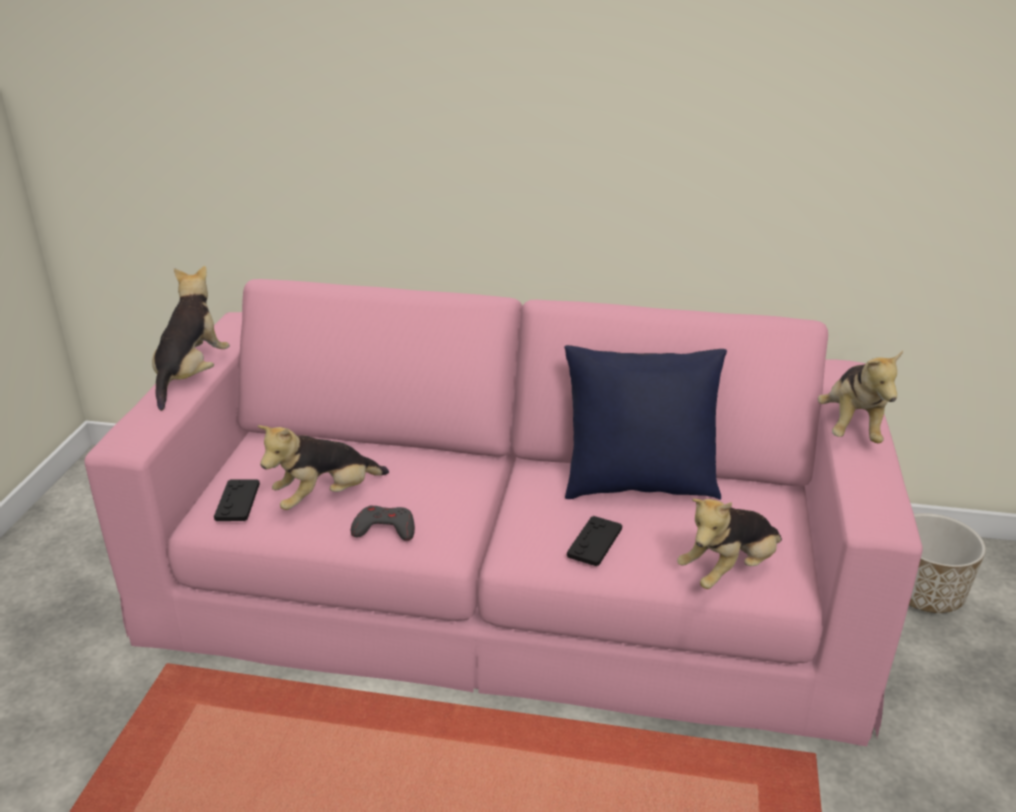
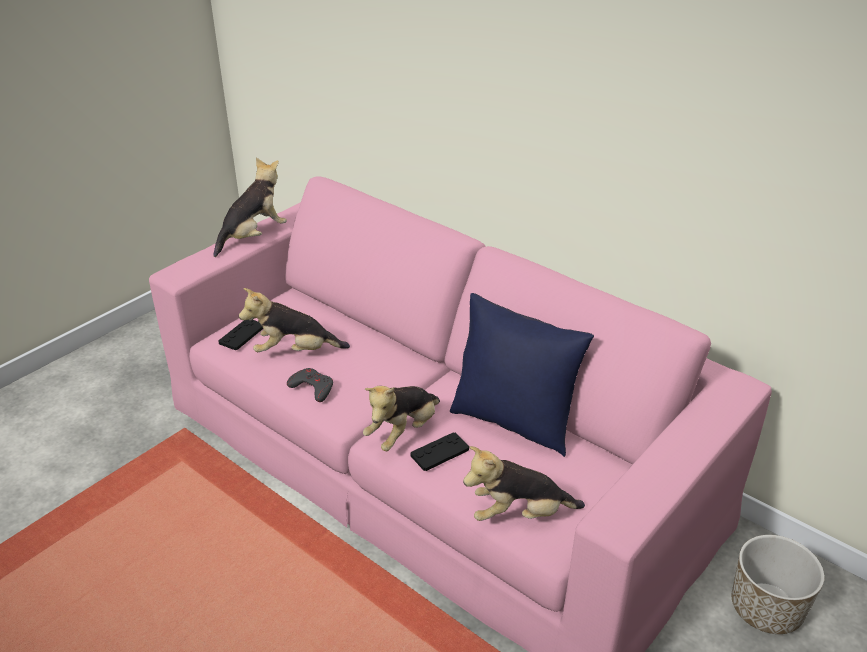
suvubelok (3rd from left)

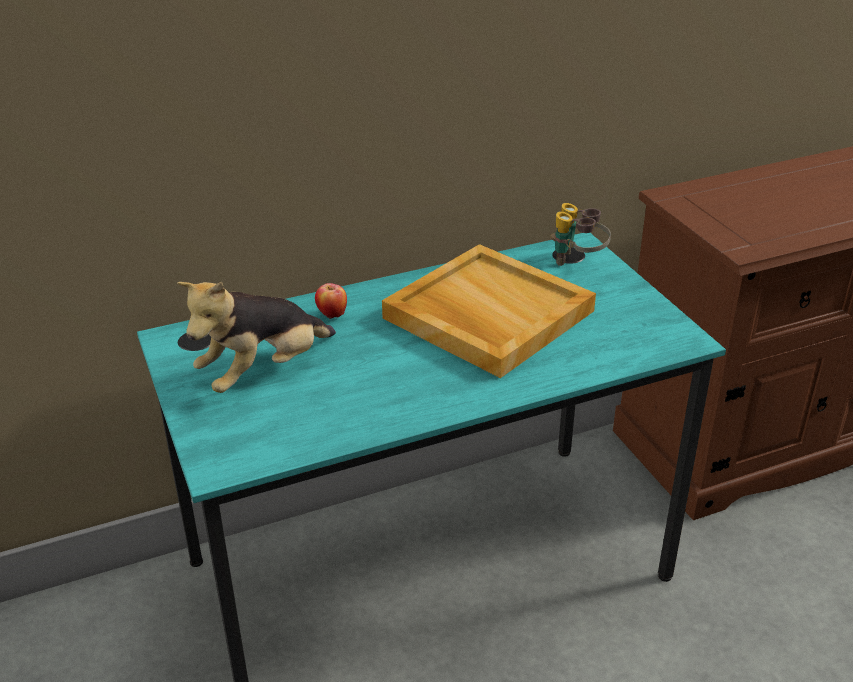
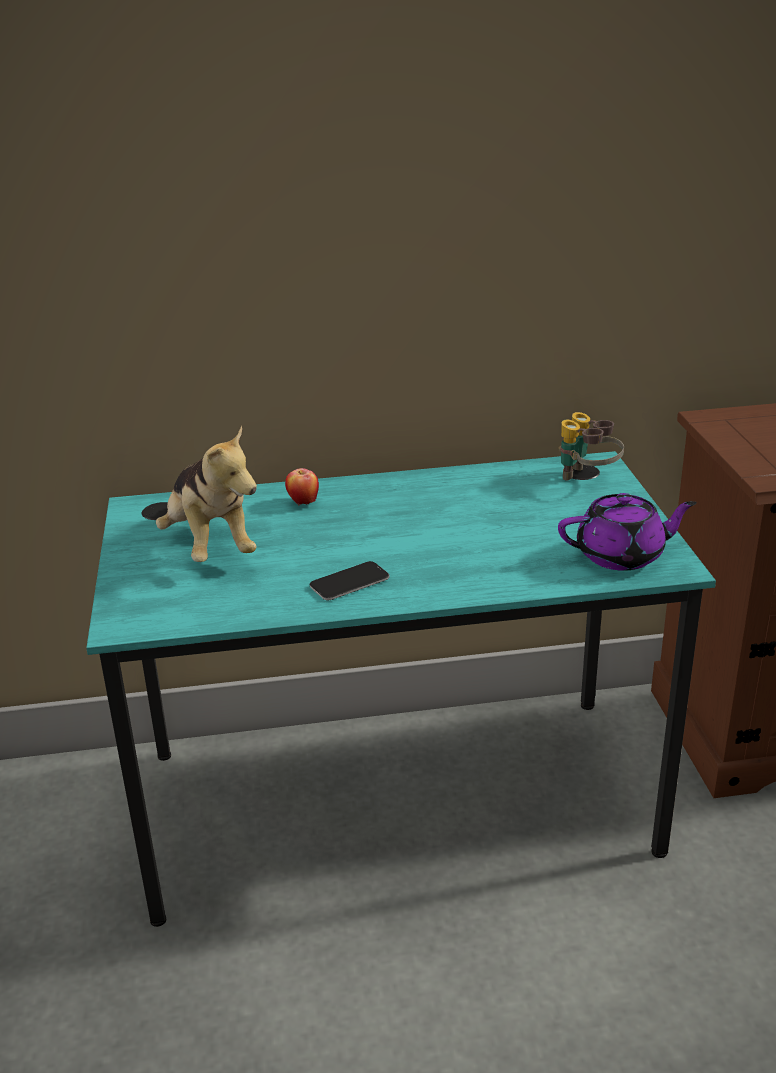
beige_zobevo; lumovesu; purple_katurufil; suvubelok

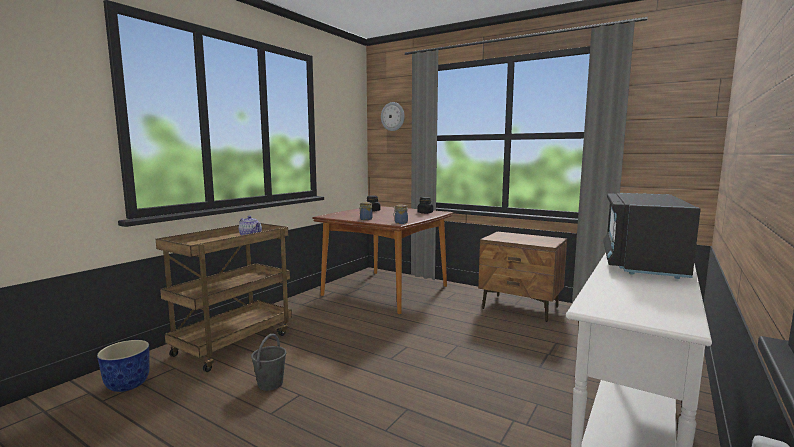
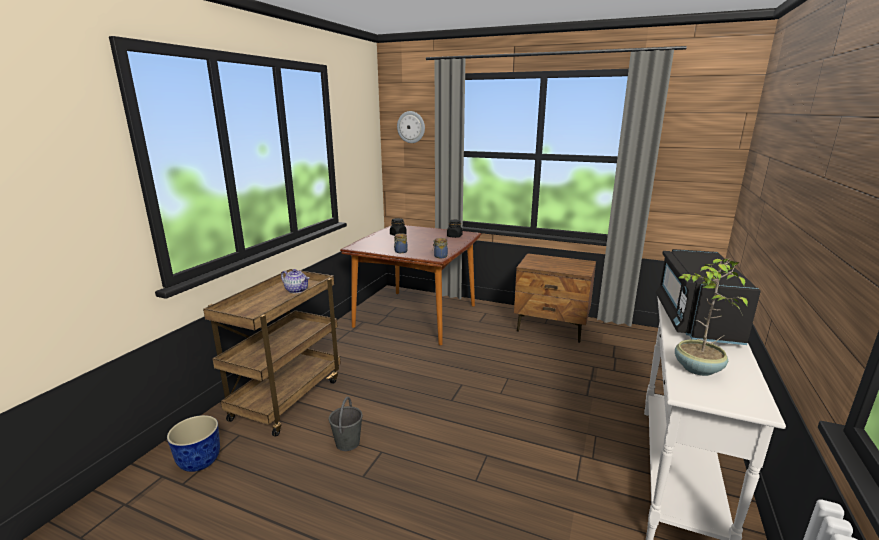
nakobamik

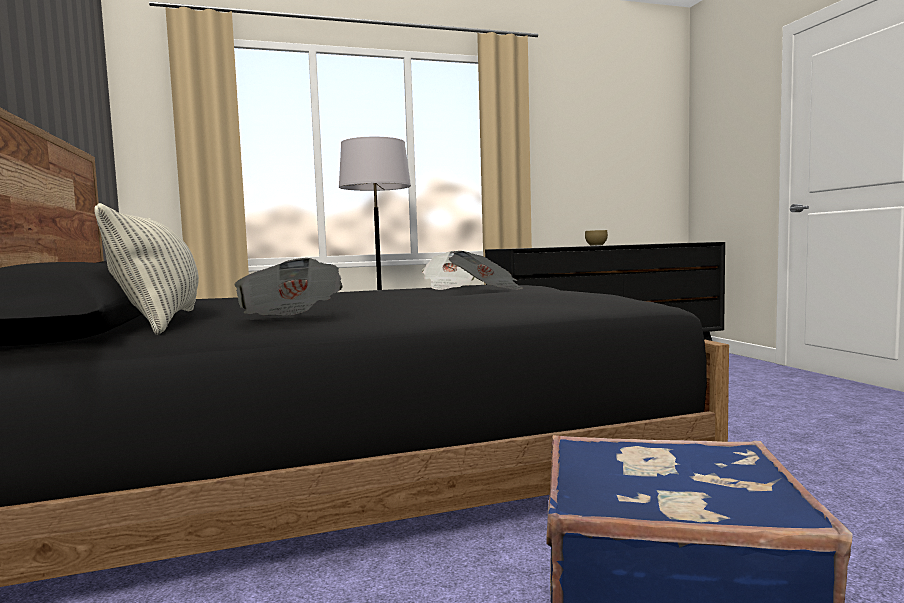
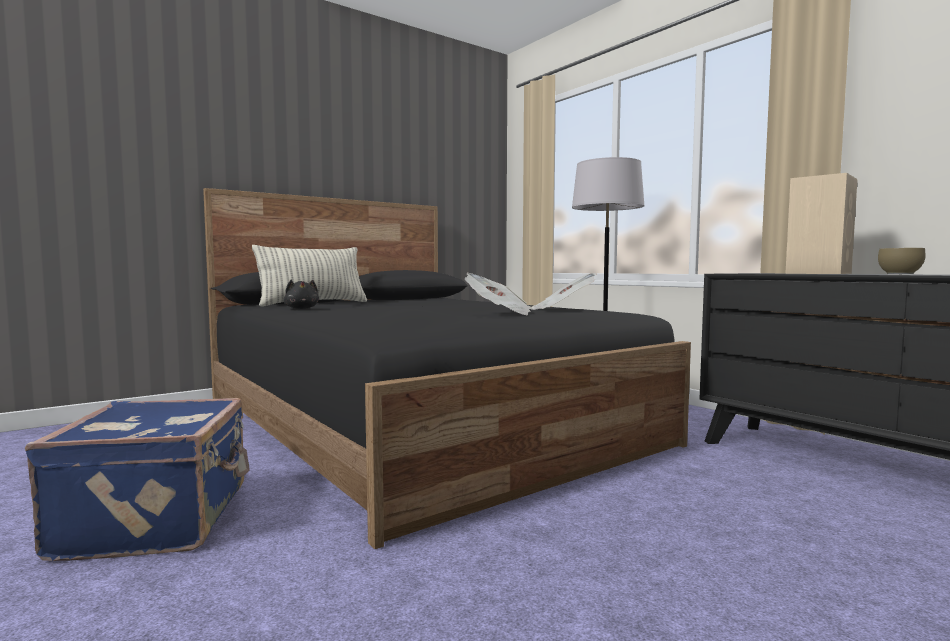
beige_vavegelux; black_suvubelok

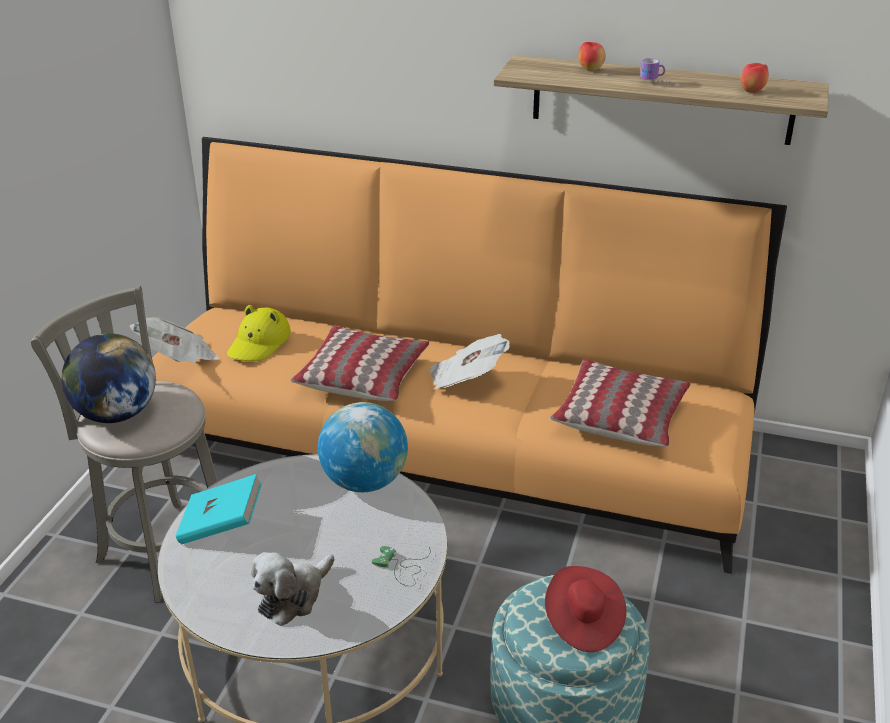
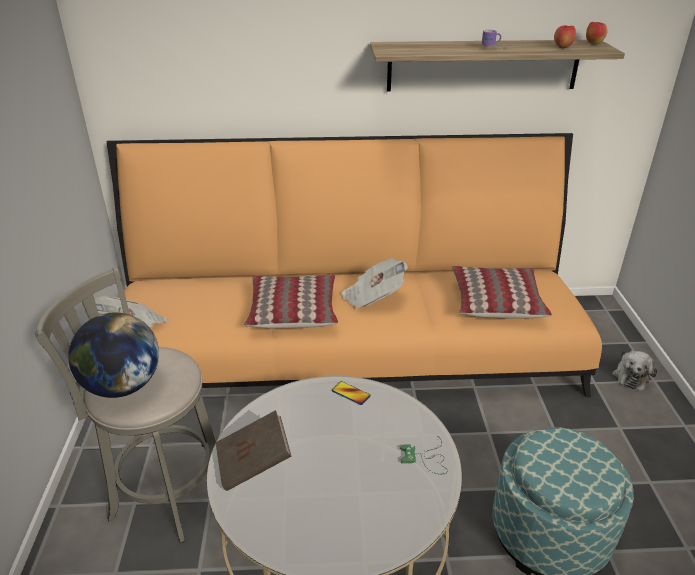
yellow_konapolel; red_konapolel; suvubelok; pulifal (2nd from left); lumovesu; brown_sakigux

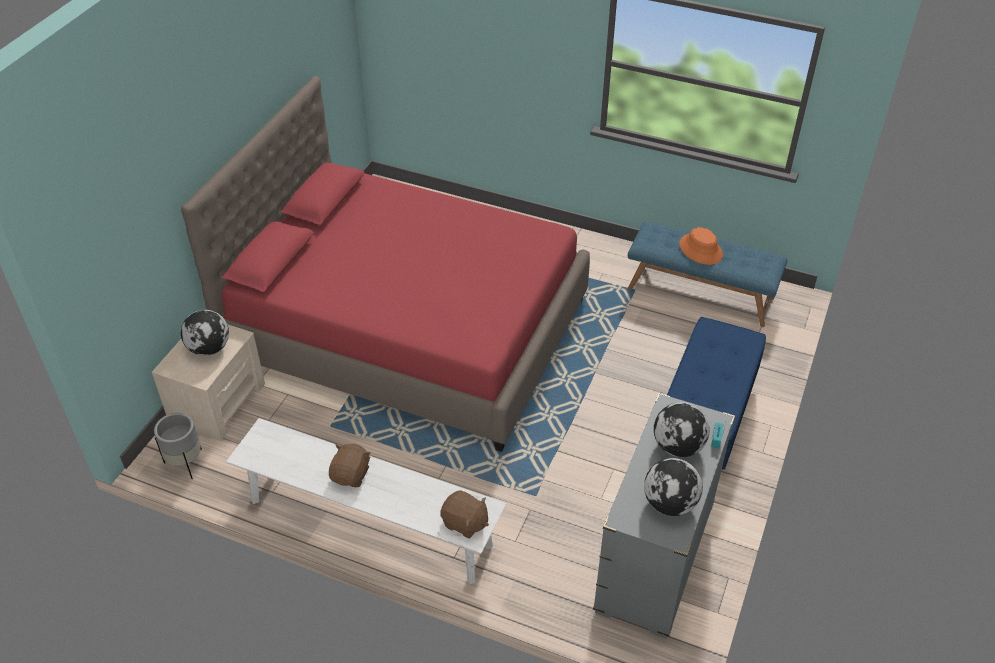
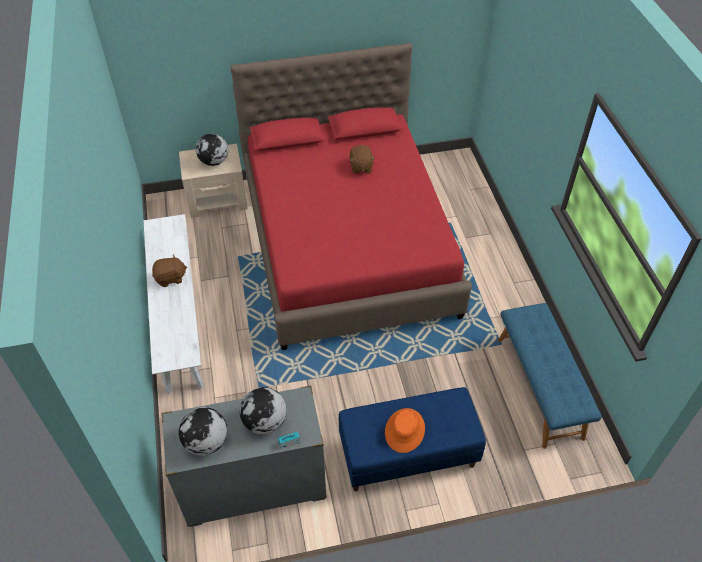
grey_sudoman; brown_suvubelok (2nd from left); orange_konapolel

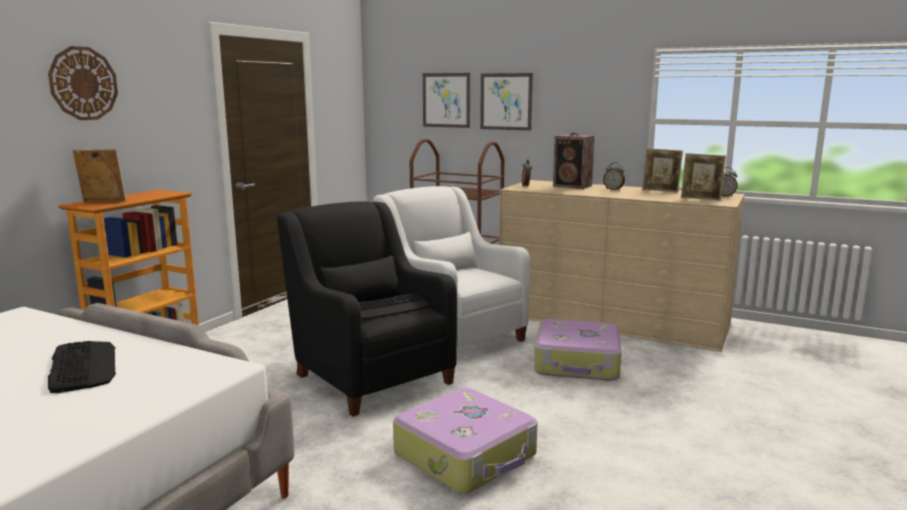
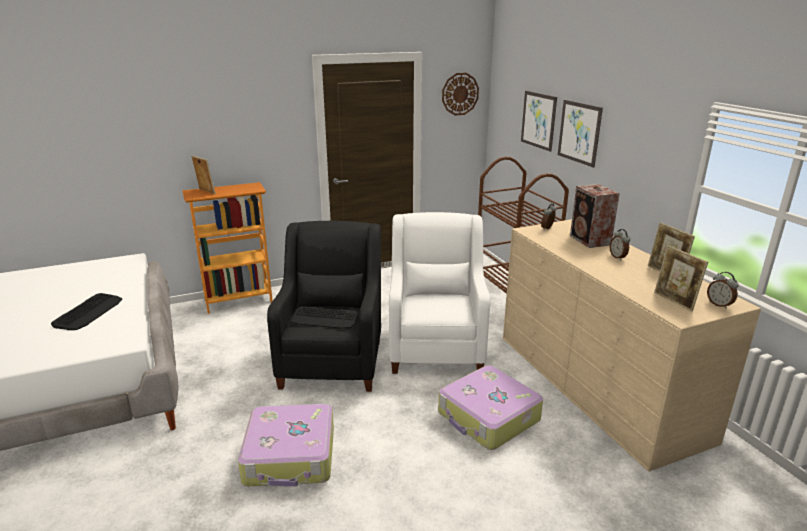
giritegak

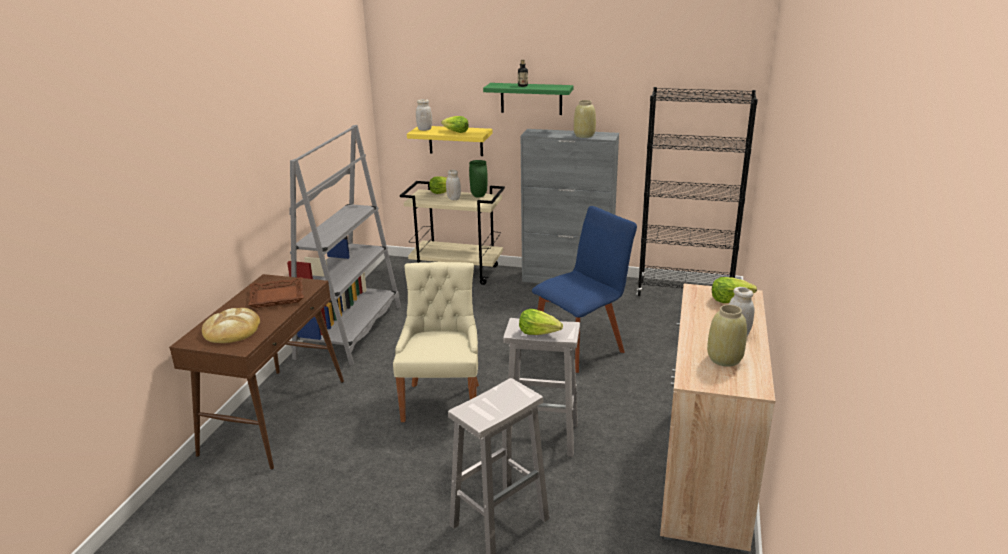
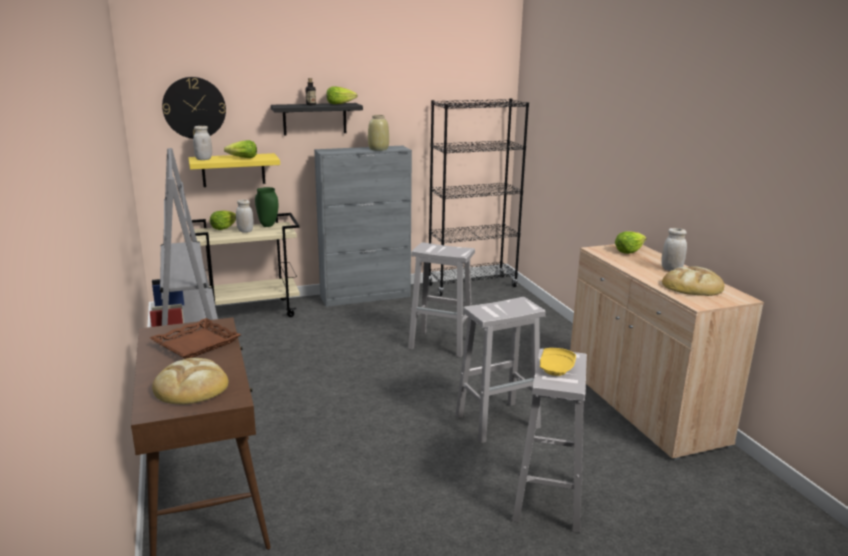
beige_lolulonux; giritegak; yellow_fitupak; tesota (3rd from left); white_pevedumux (1st from left); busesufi (2nd from left); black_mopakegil

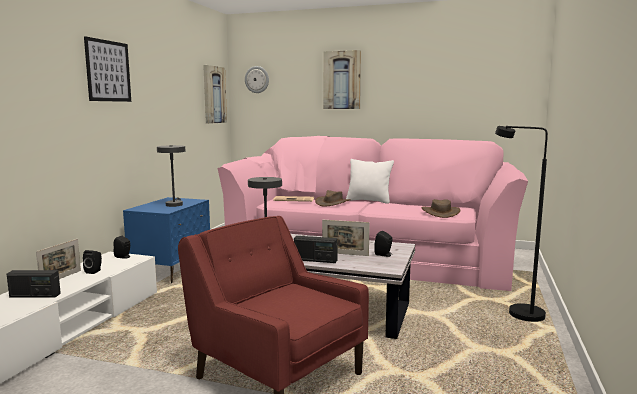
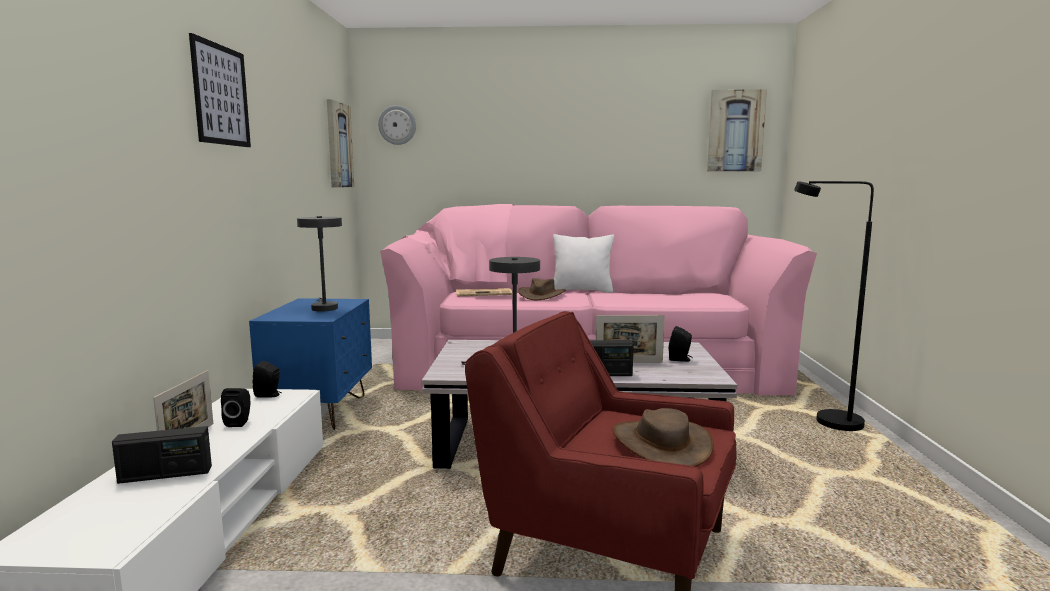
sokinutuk (3rd from left); brown_konapolel (2nd from left)

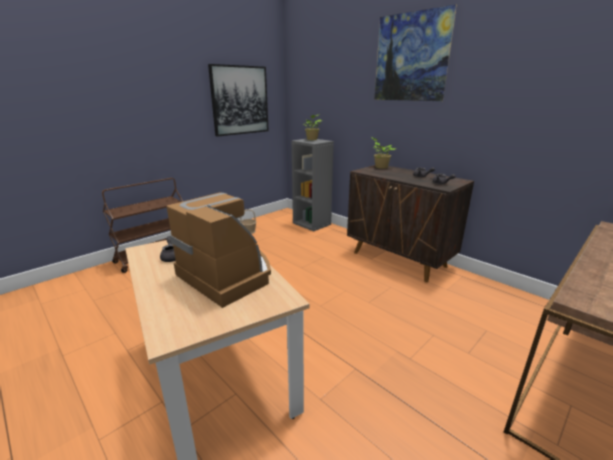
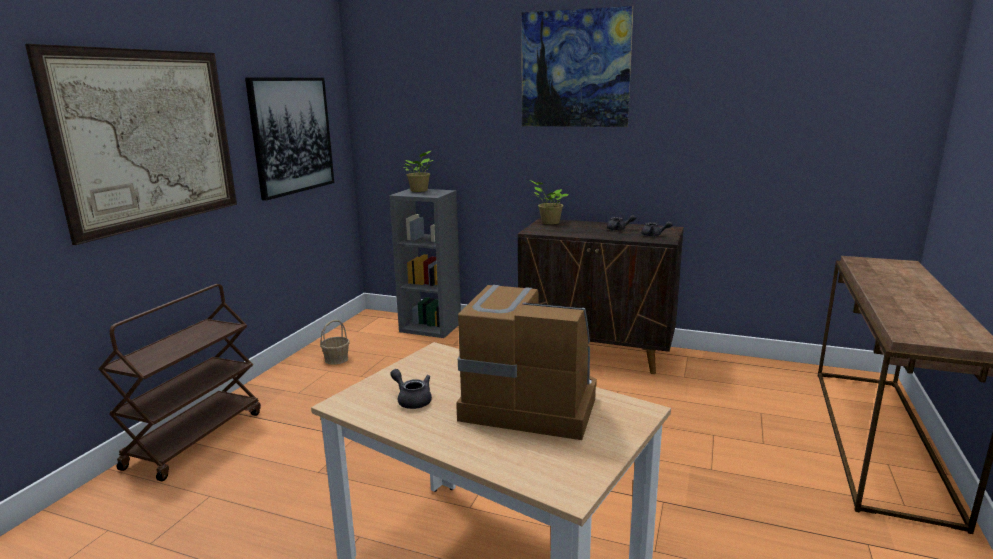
sokinutuk (1st from left)

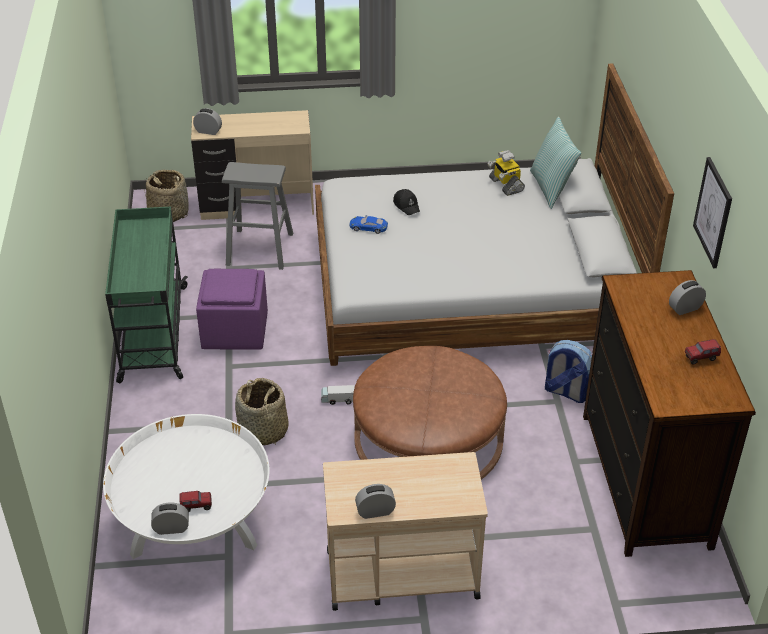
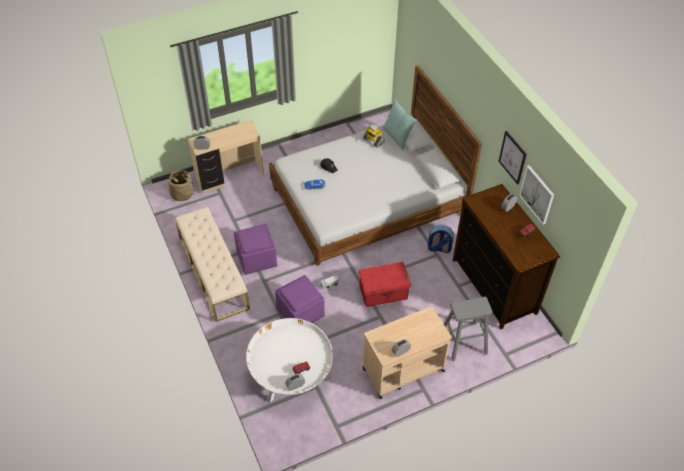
sokinutuk (2nd from left); grey_pevedumux; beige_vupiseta; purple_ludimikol (2nd from left); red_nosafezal

